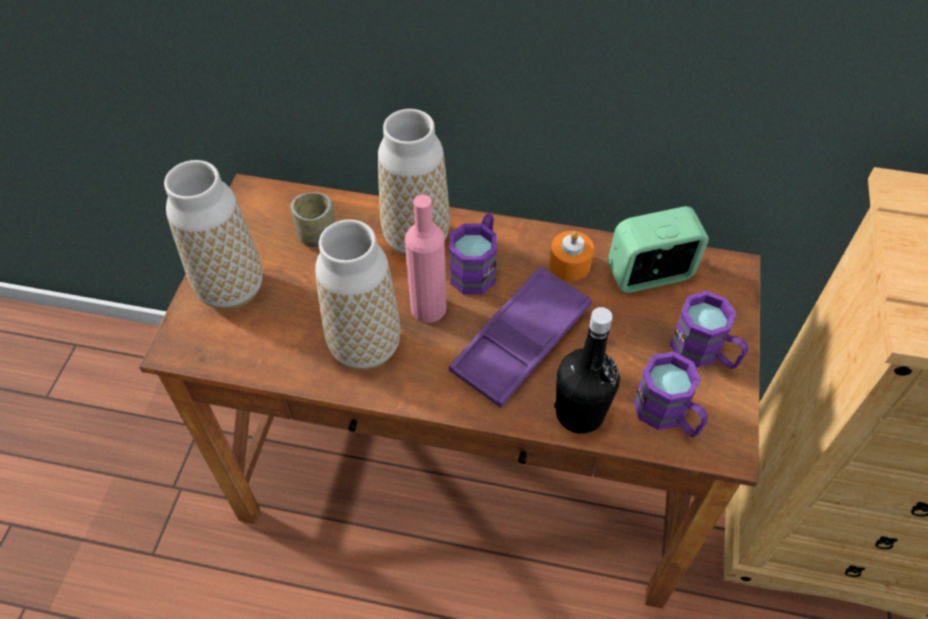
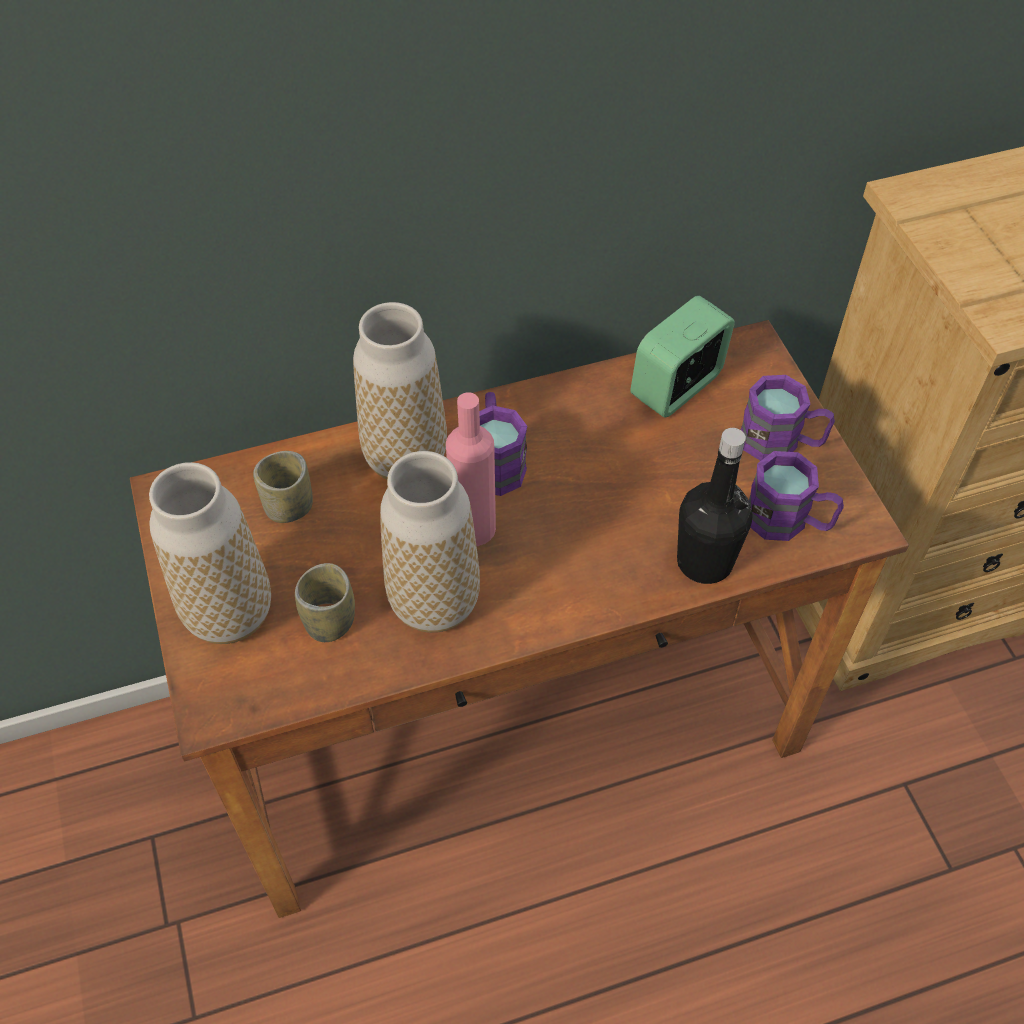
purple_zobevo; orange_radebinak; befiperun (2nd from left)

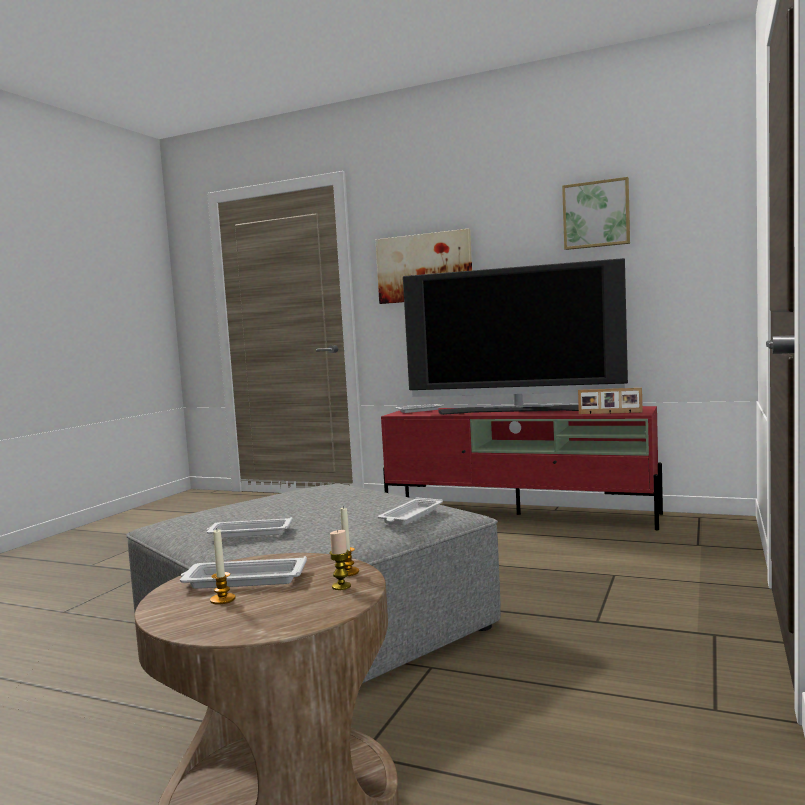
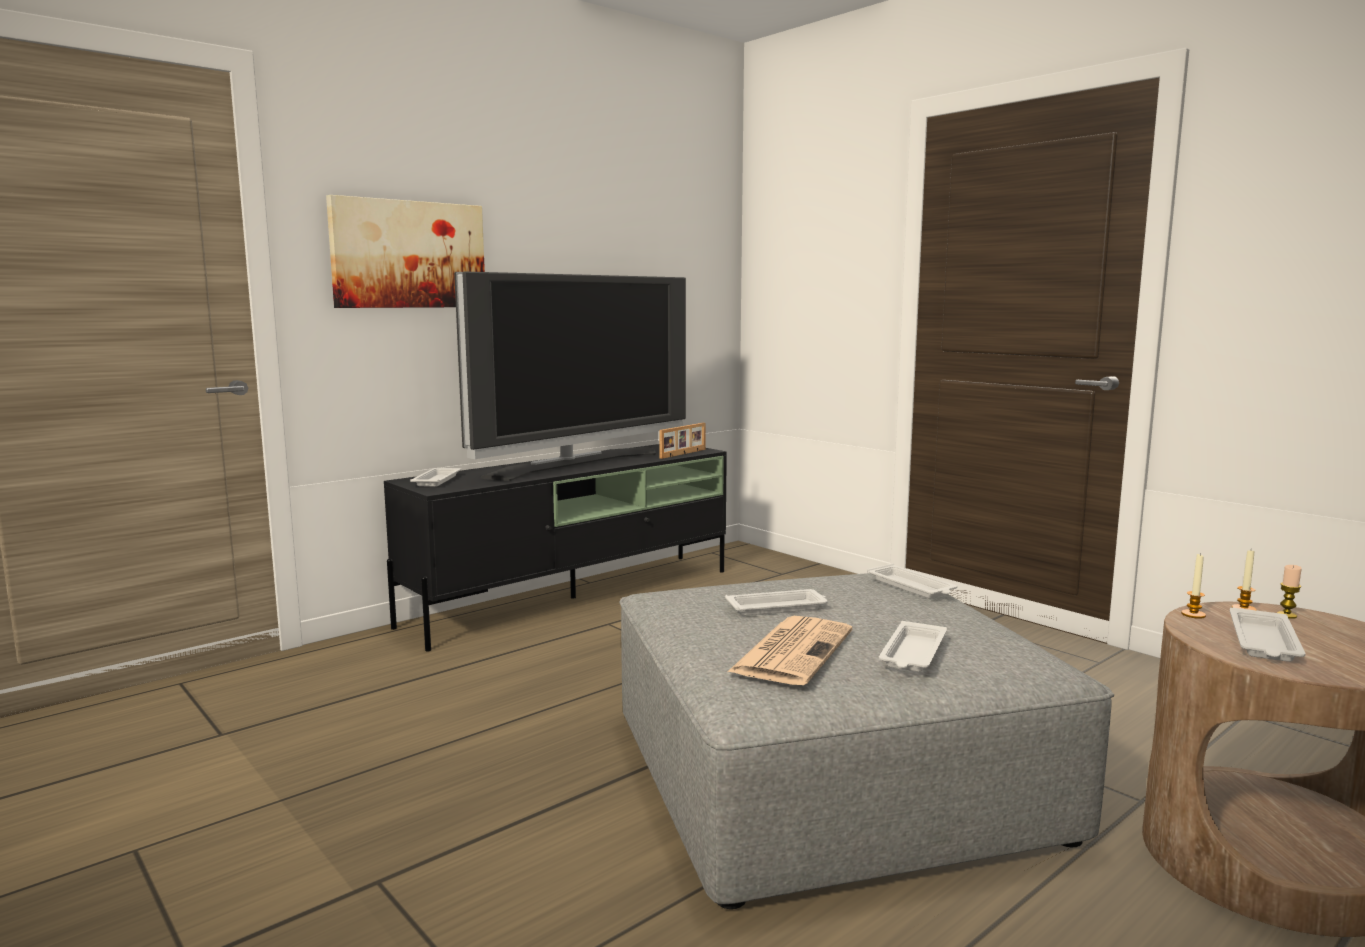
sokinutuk (2nd from left in the first image); white_zobevo (2nd from left); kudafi; radebinak (1st from left); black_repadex

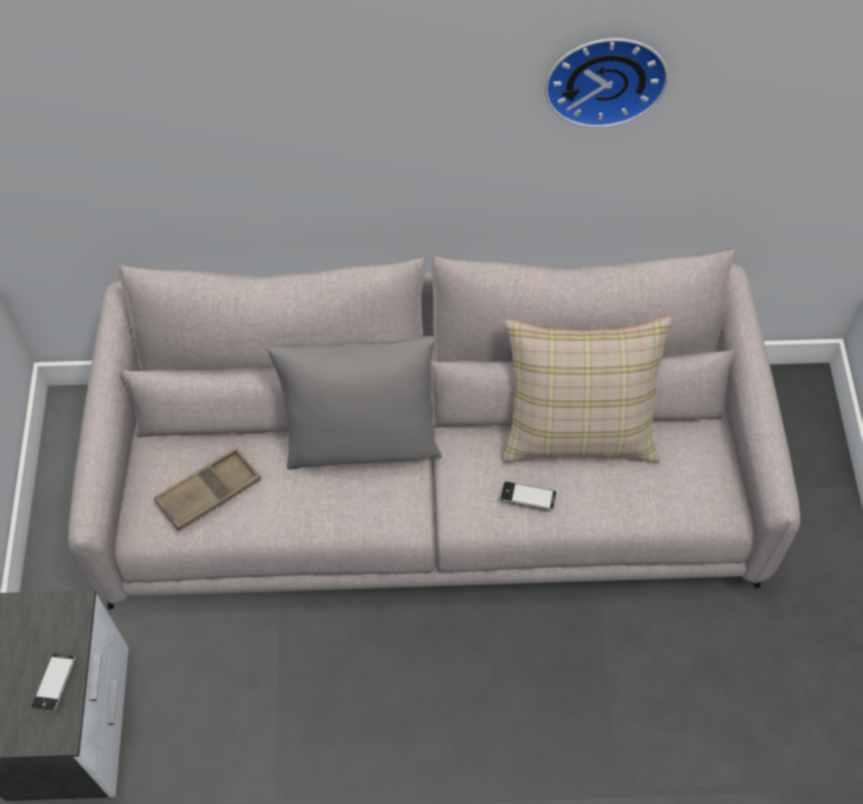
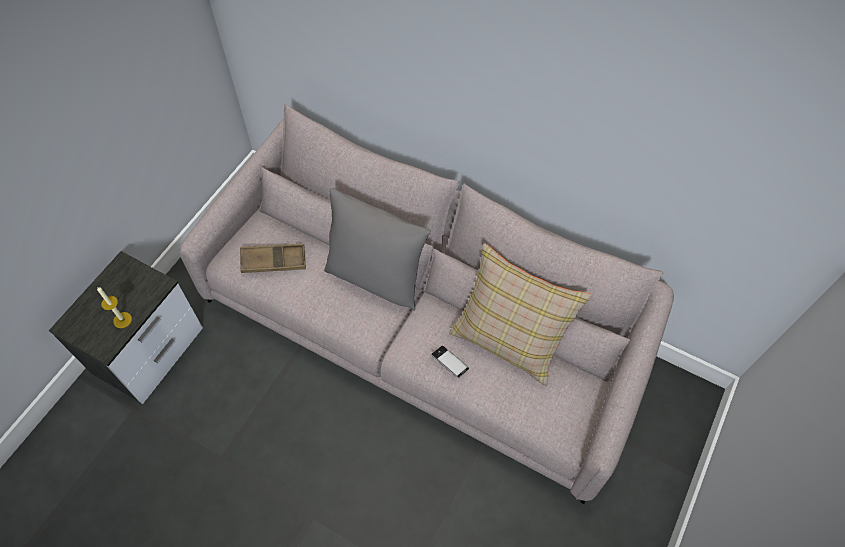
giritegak; radebinak

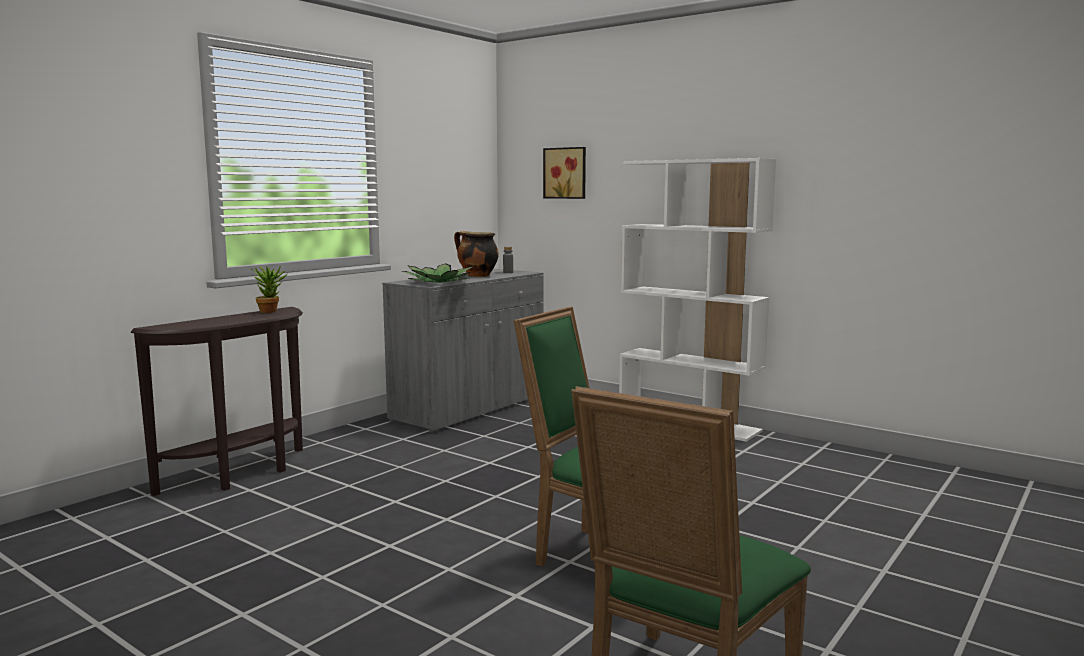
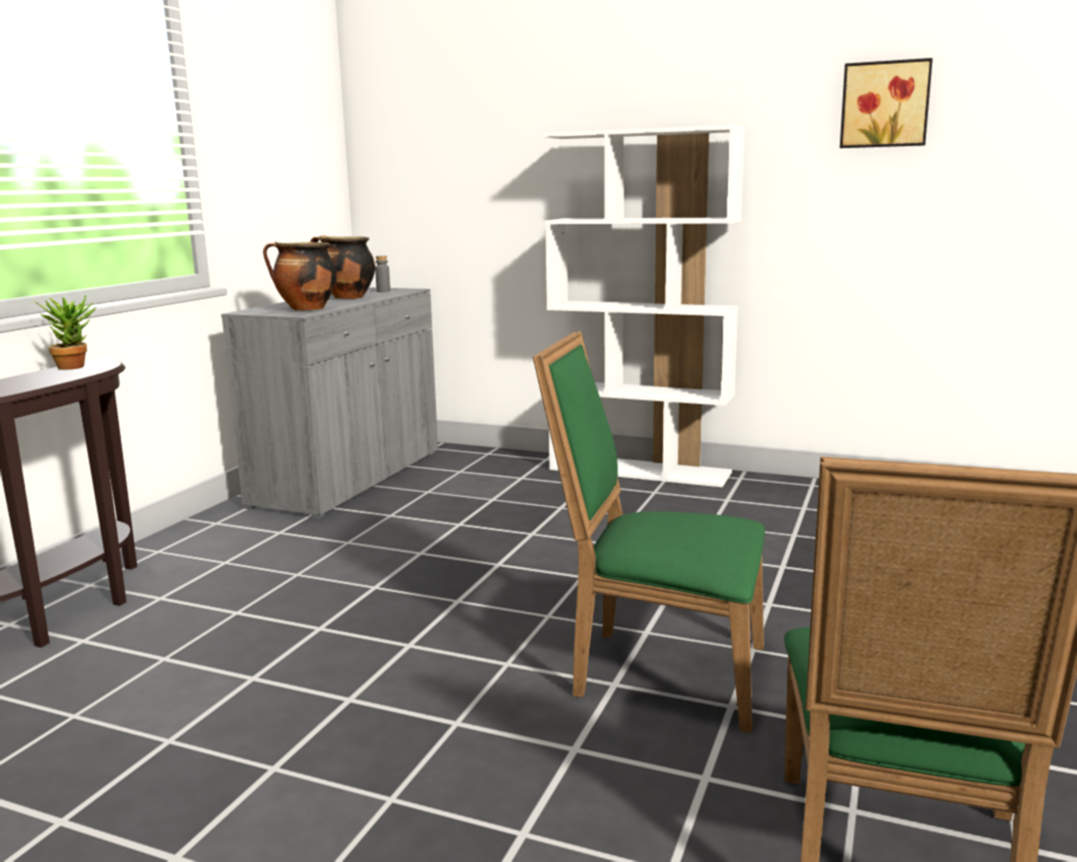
sokinutuk; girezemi (1st from left)

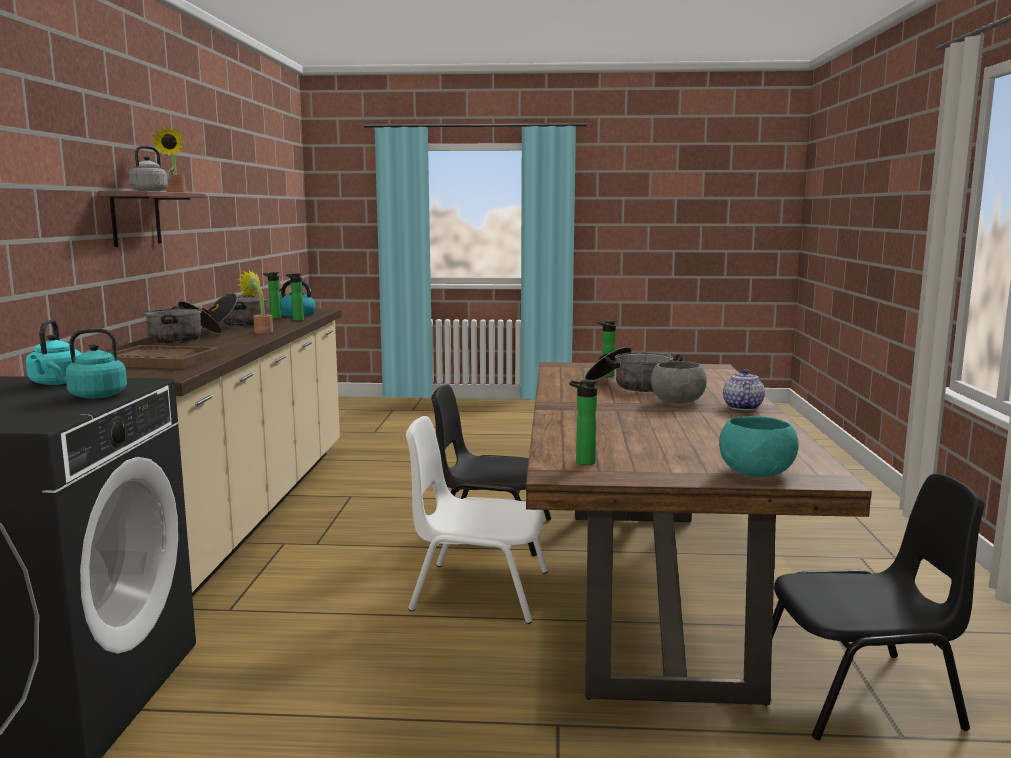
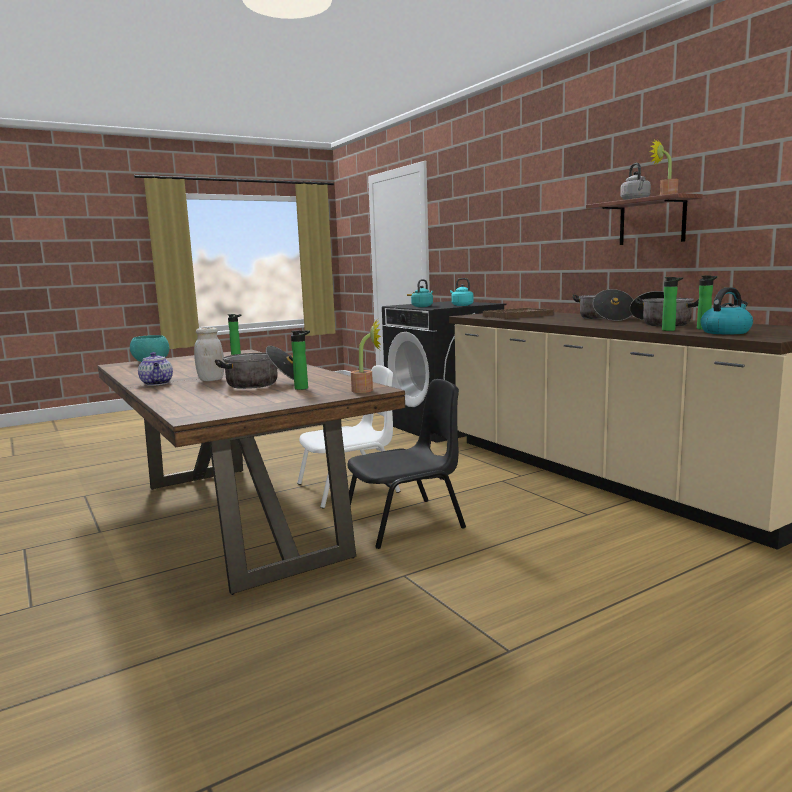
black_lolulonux (2nd from left in the first image); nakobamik (1st from left); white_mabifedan

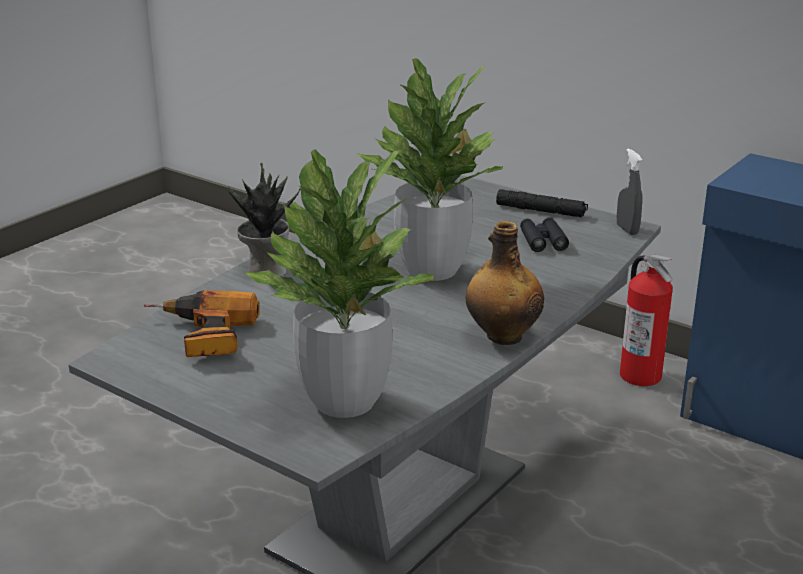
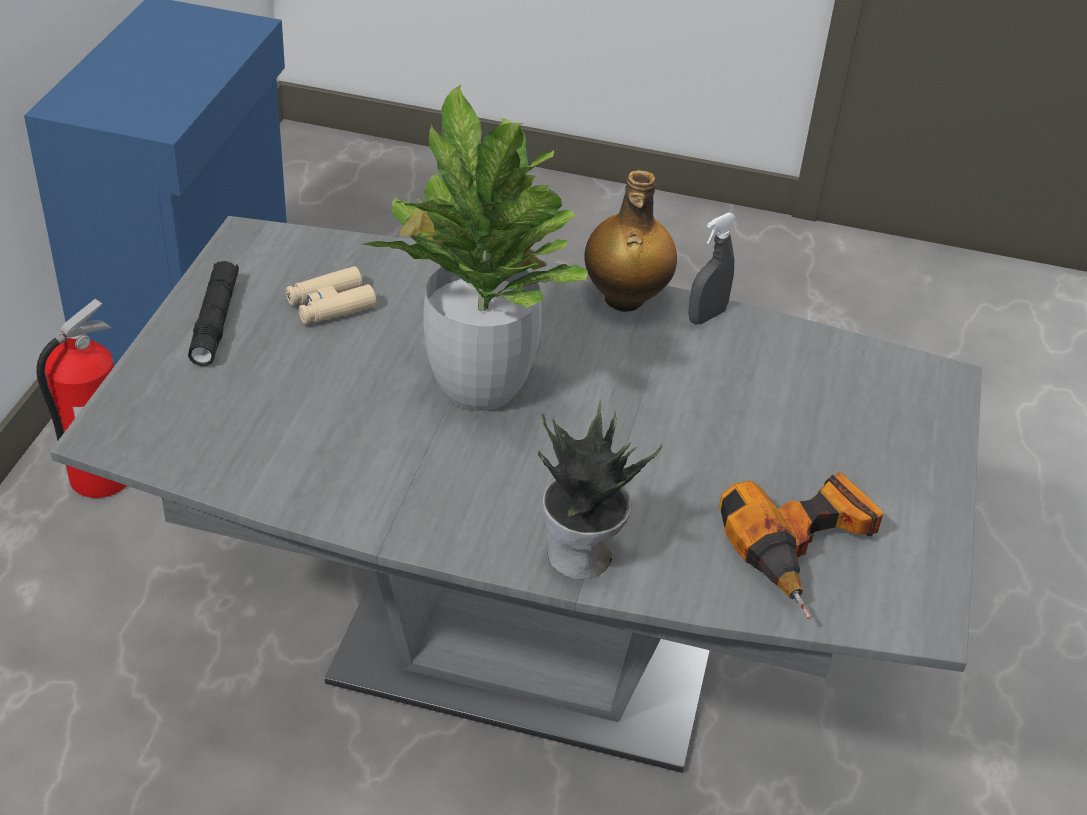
nakobamik (2nd from left in the first image); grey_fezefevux; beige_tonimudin

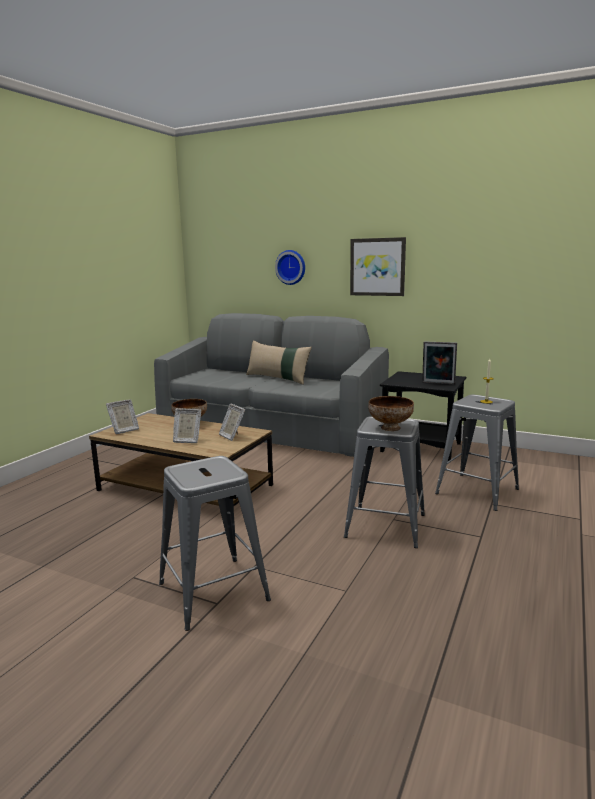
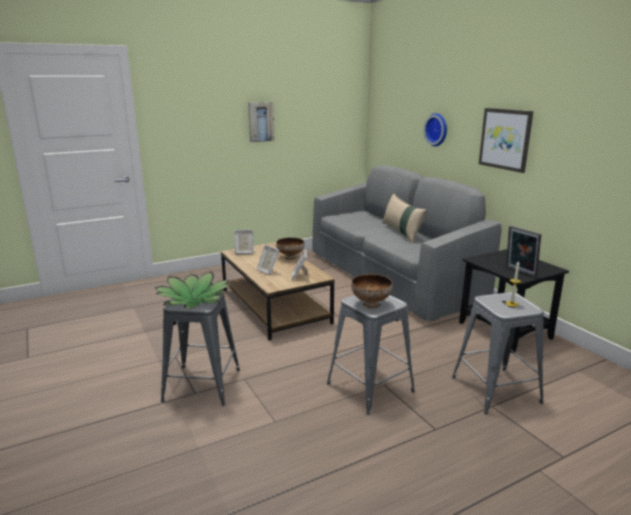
nakobamik; sokinutuk (1st from left)

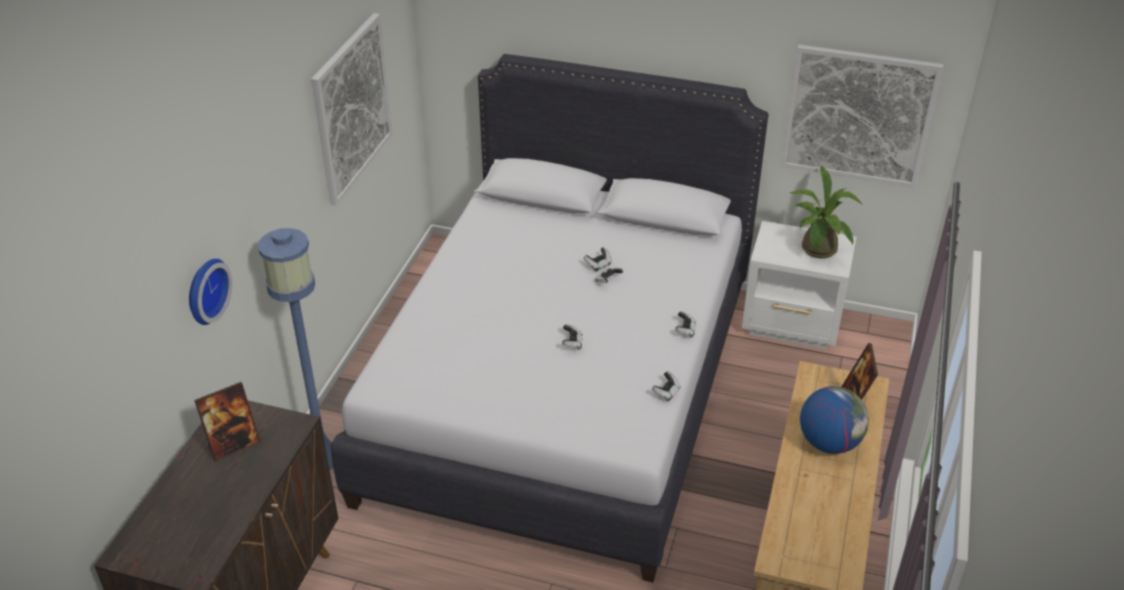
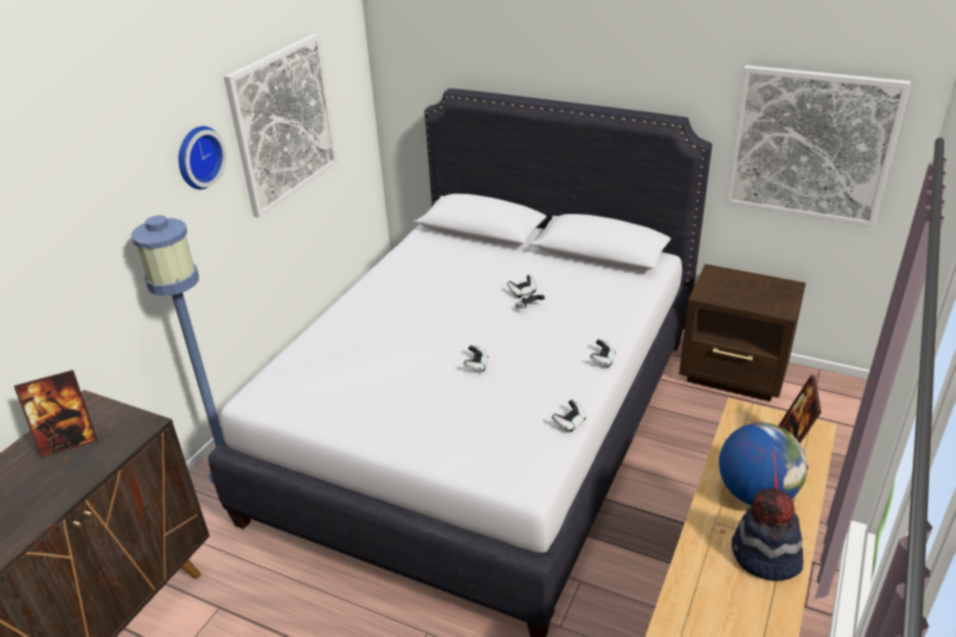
nakobamik; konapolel; giritegak; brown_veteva

